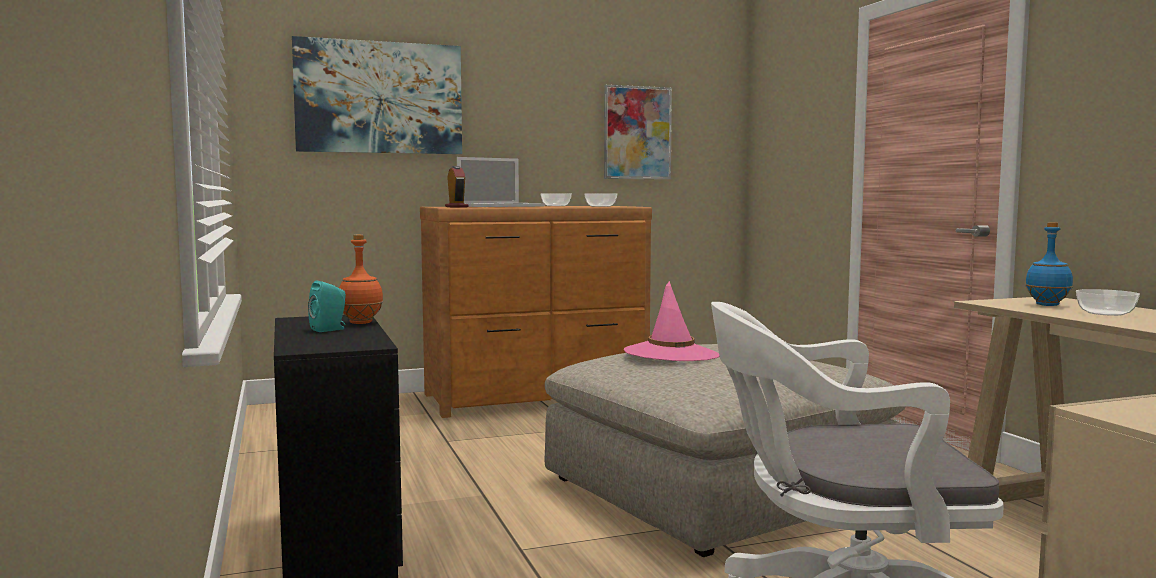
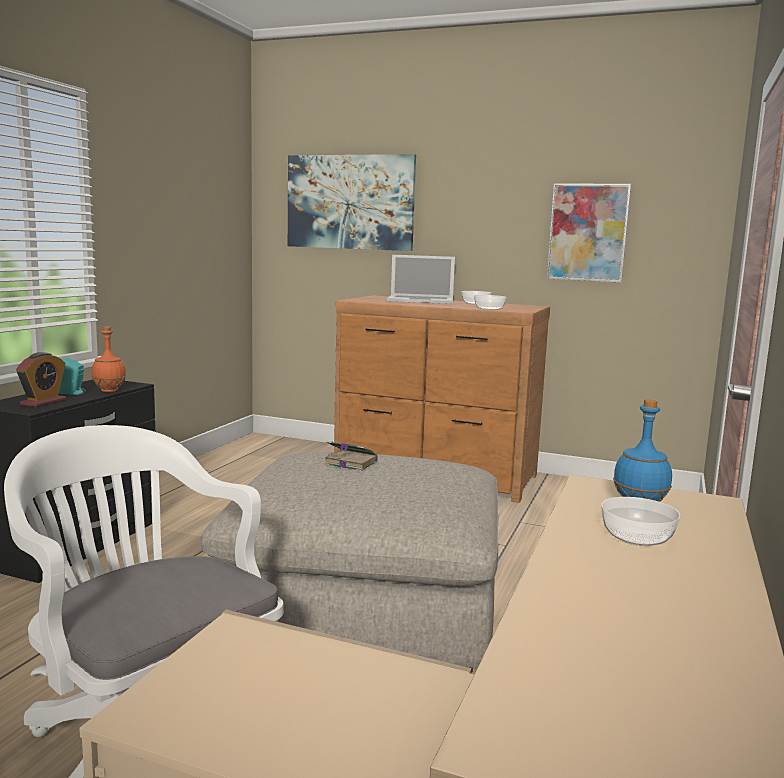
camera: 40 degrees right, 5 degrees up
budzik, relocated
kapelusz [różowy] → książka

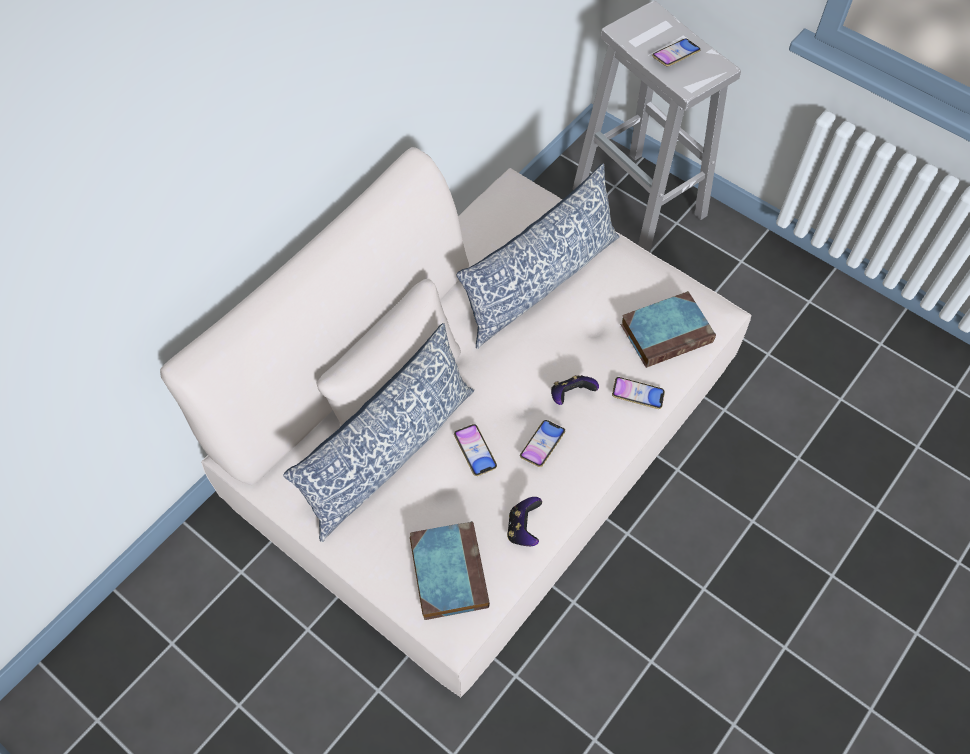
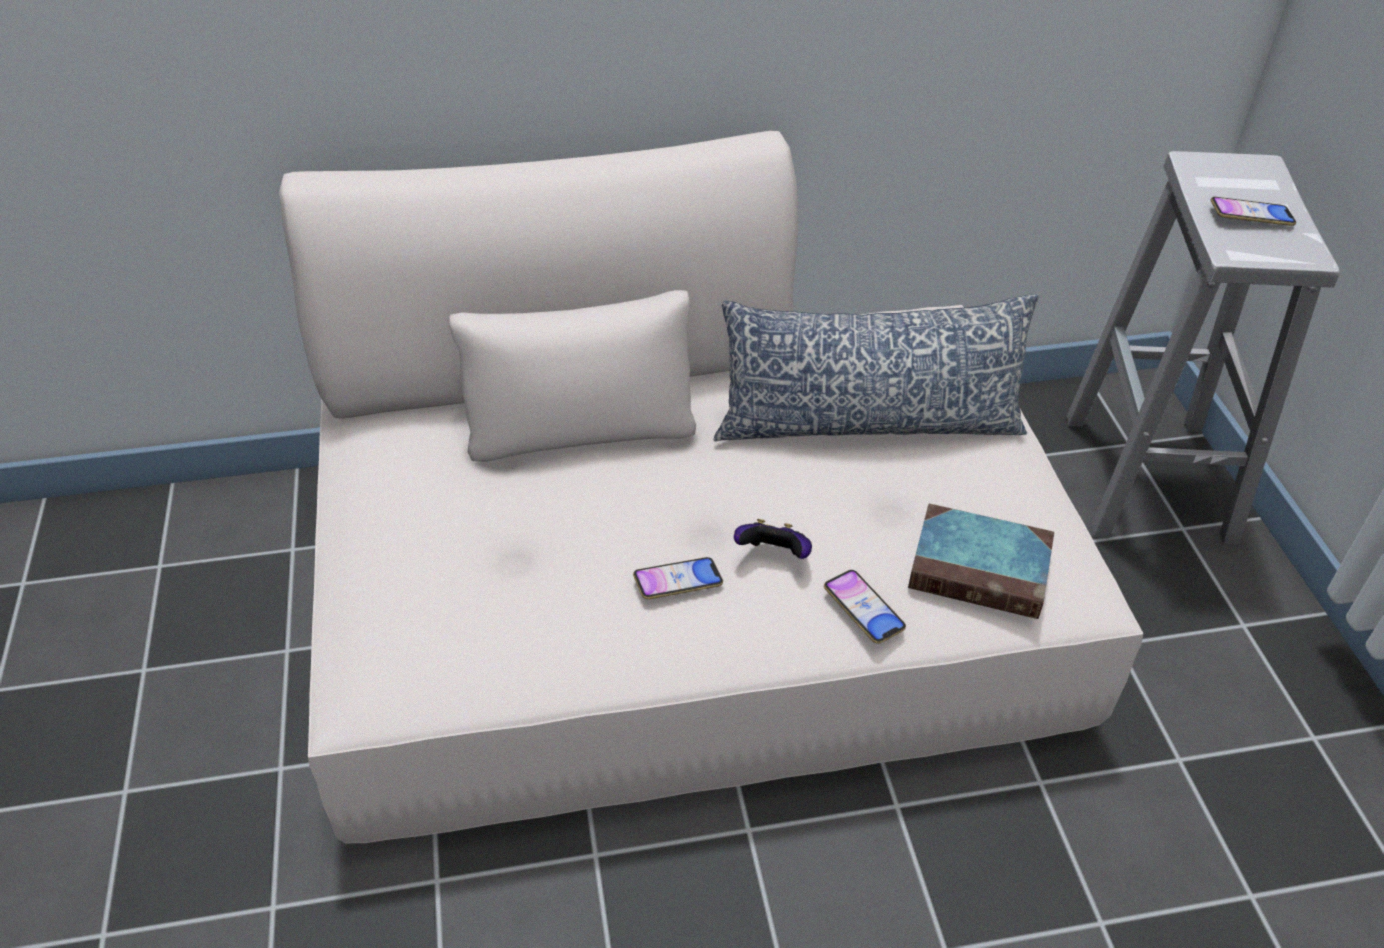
camera: 40 degrees right, 15 degrees down
poduszka (no. 1 from left) → -
telefon (no. 1 from left) → -
pad do gier (no. 1 from left) → -
książka (no. 1 from left) → -

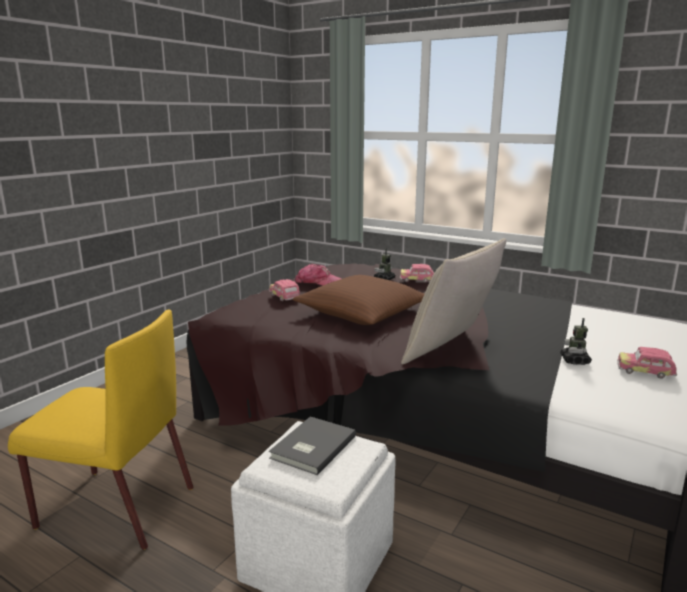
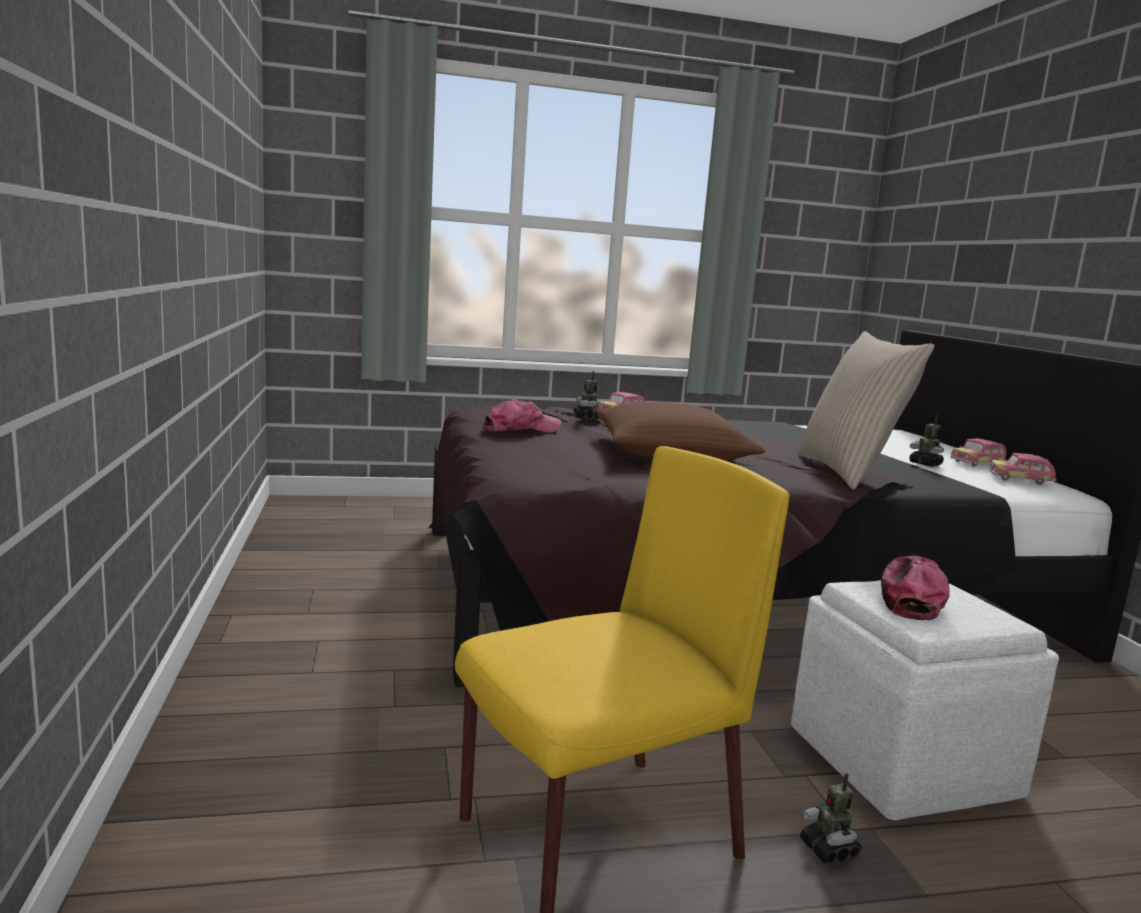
camera: 45 degrees left, 5 degrees down
samochodzik (no. 1 from left in the first image) → samochodzik (no. 3 from left), relocated
książka [szary] → czapka z daszkiem (no. 2 from left)
- → robot zabawkowy (no. 2 from left)

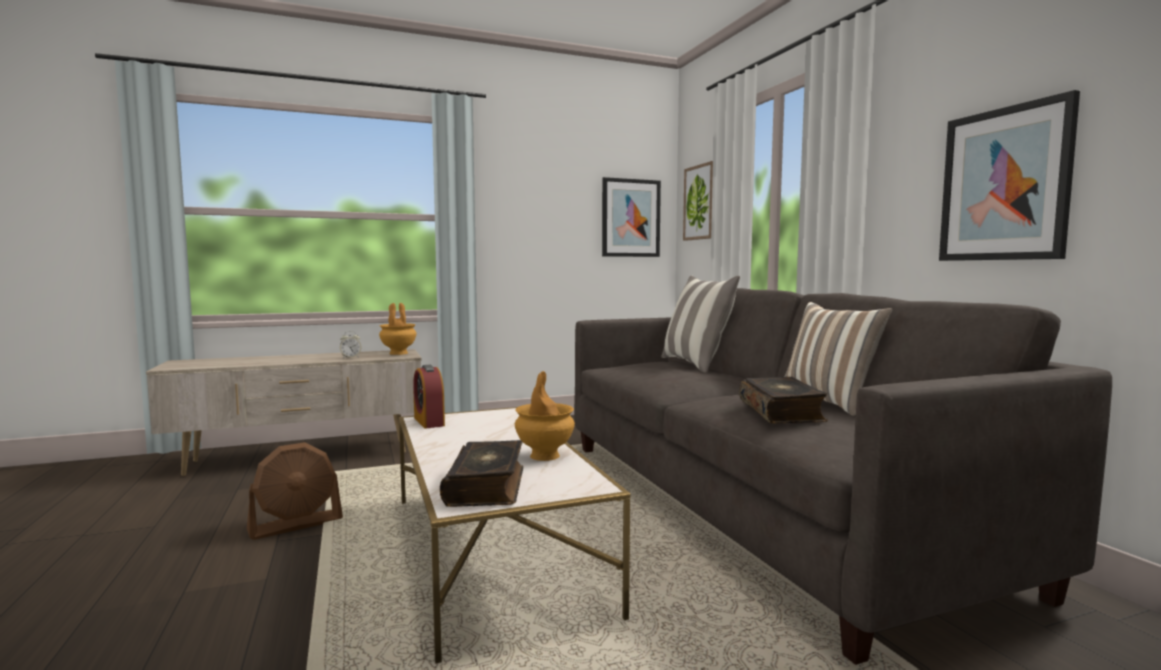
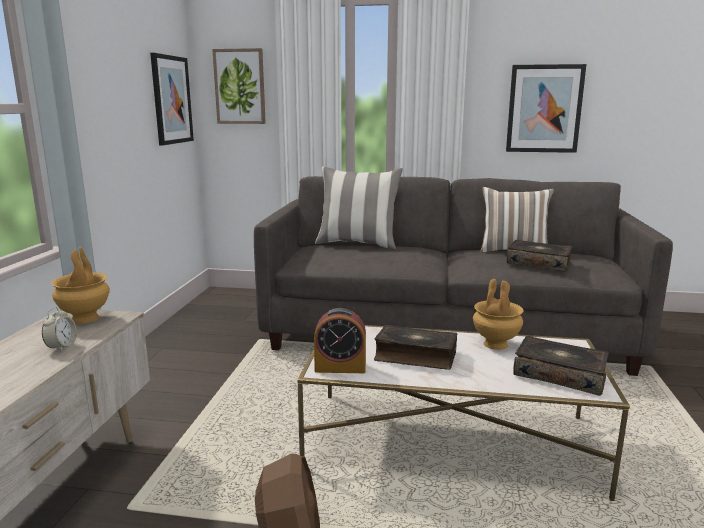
camera: 60 degrees left, 10 degrees up
- → książka (no. 1 from left)

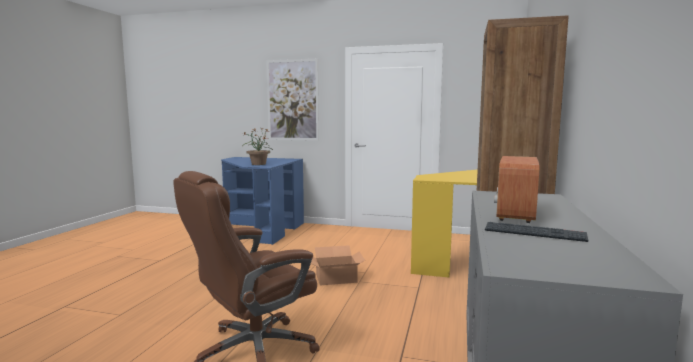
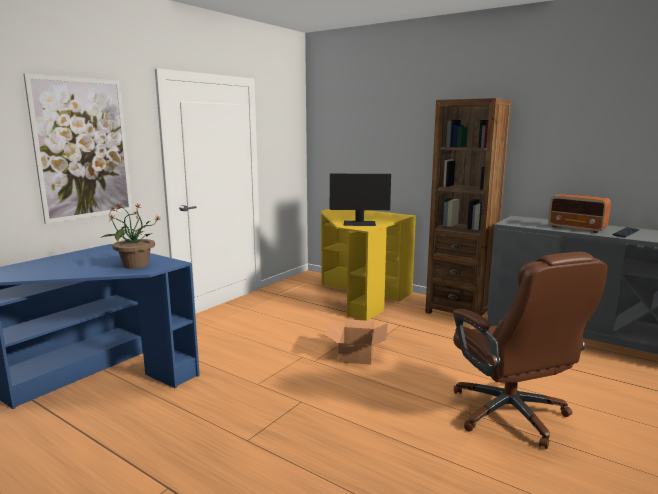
camera: 70 degrees left, 5 degrees up
- → monitor

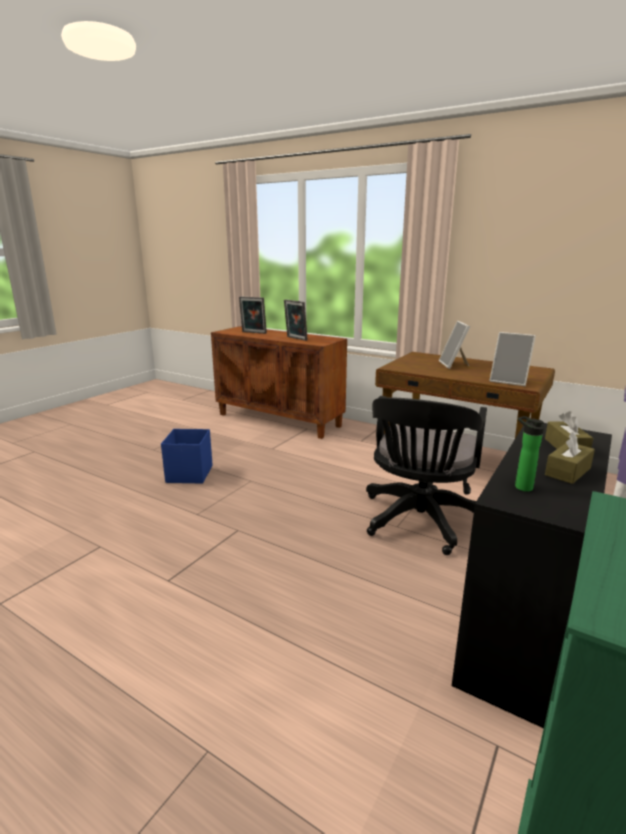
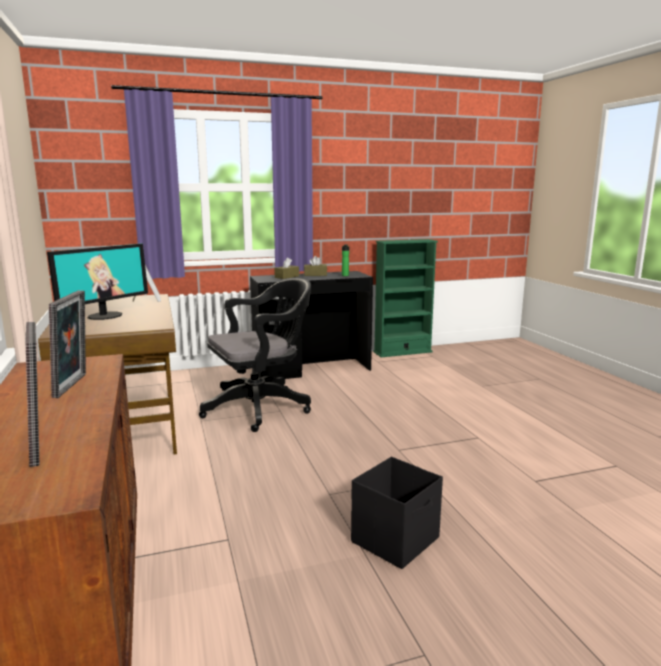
camera: 140 degrees left, 5 degrees down
ramka na zdjęcie (no. 3 from left) → monitor
pojemnik do przechowywania [niebieski] → pojemnik do przechowywania [czarny]

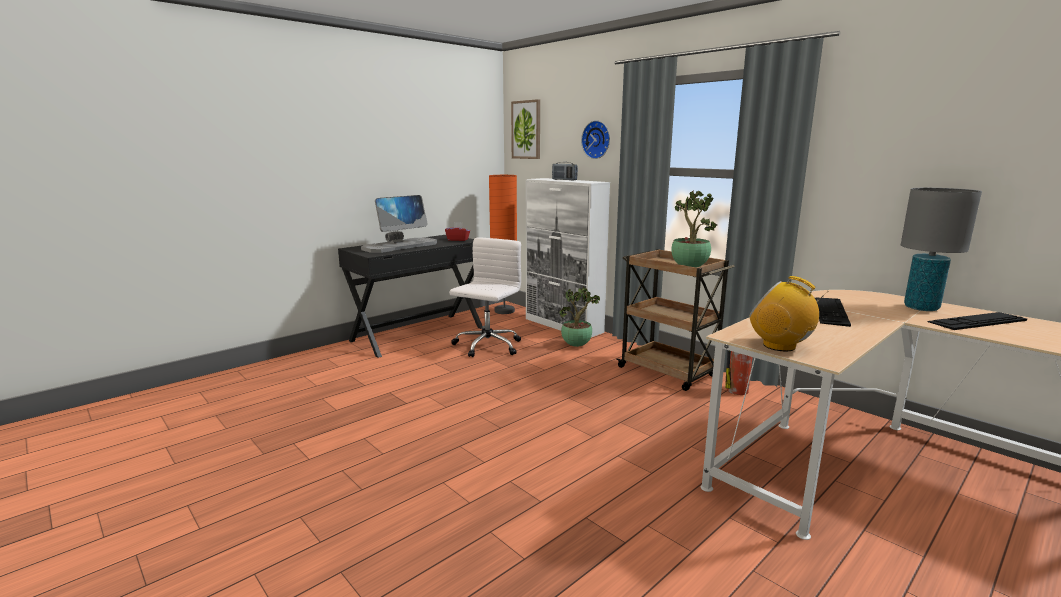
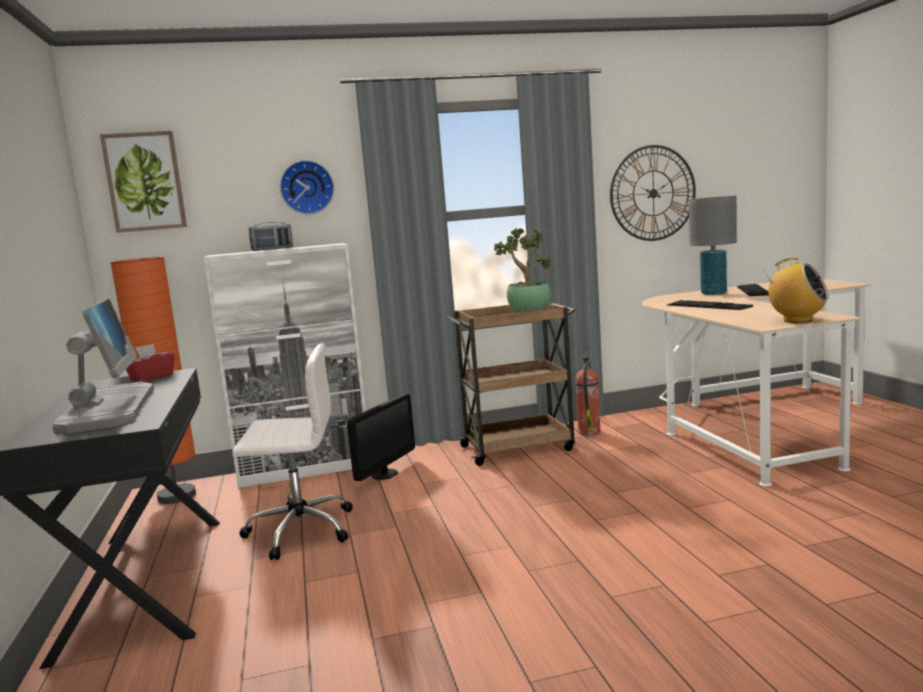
camera: 60 degrees left, 5 degrees down
krzesło biurowe [biały], 120 degrees clockwise
radio (no. 2 from left), 120 degrees counterclockwise
roślina doniczkowa (no. 1 from left) → monitor (no. 2 from left)
- → zegar ścienny (no. 2 from left)

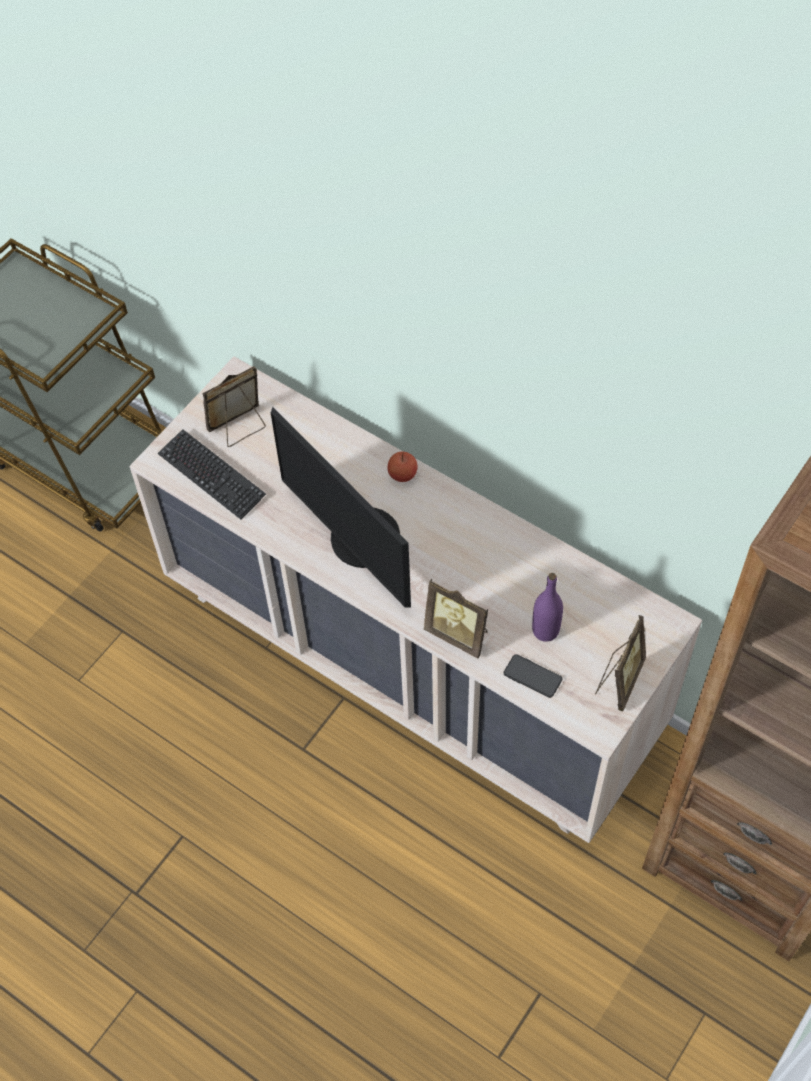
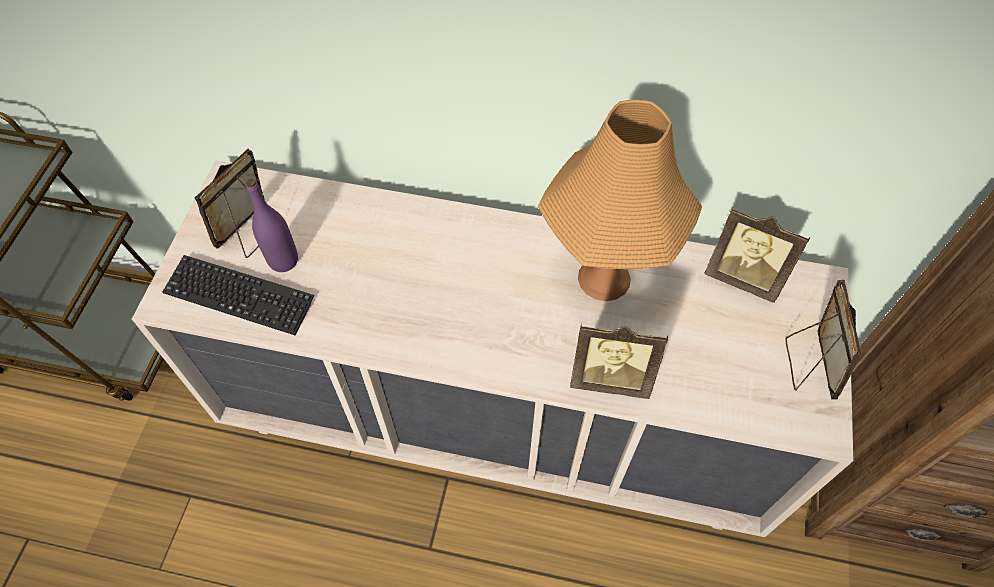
camera: 25 degrees left, 0 degrees up
monitor → -
jabłko → -
butelka [fioletowy], relocated
telefon → -
- → lampa stołowa [pomarańczowy]
- → ramka na zdjęcie (no. 3 from left)

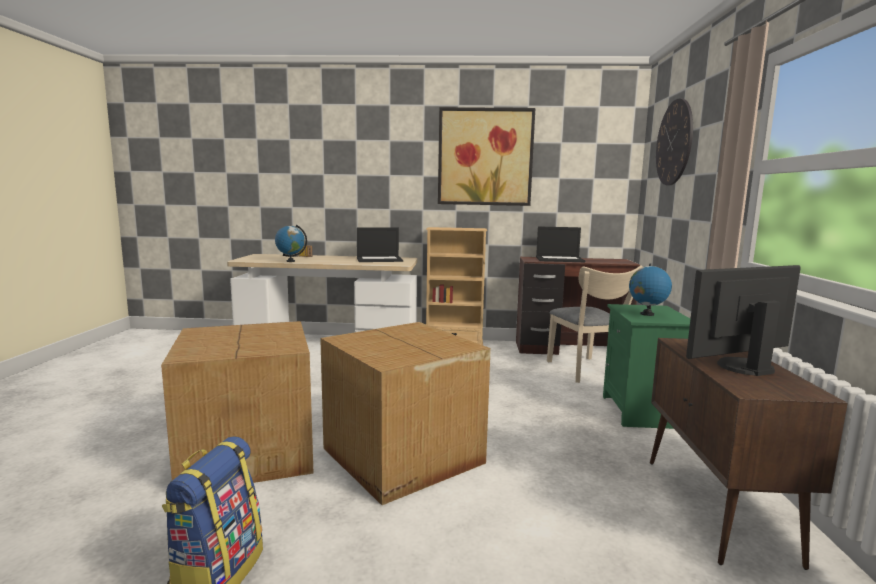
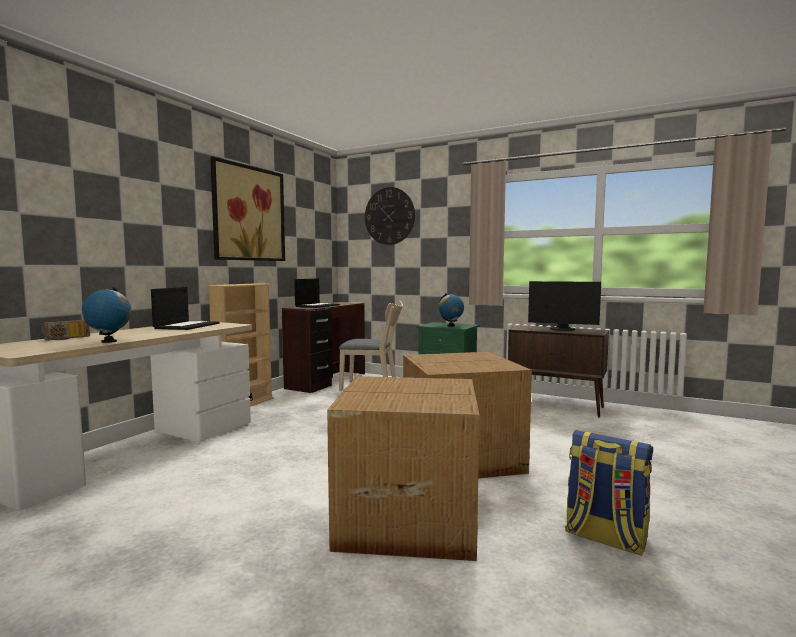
camera: 65 degrees left, 5 degrees down
monitor, 75 degrees counterclockwise

